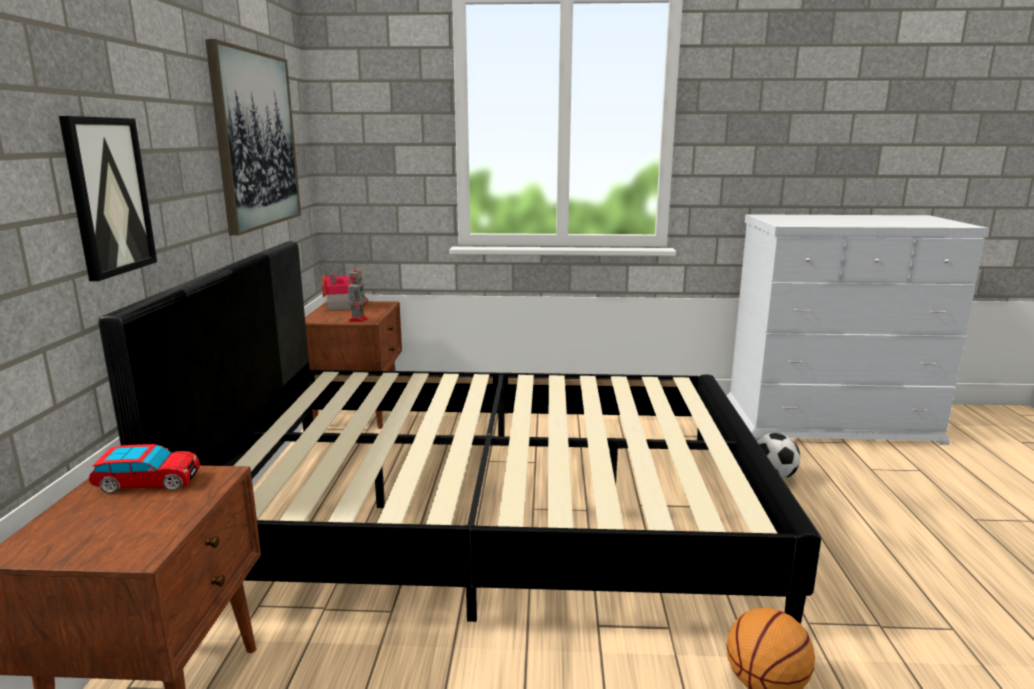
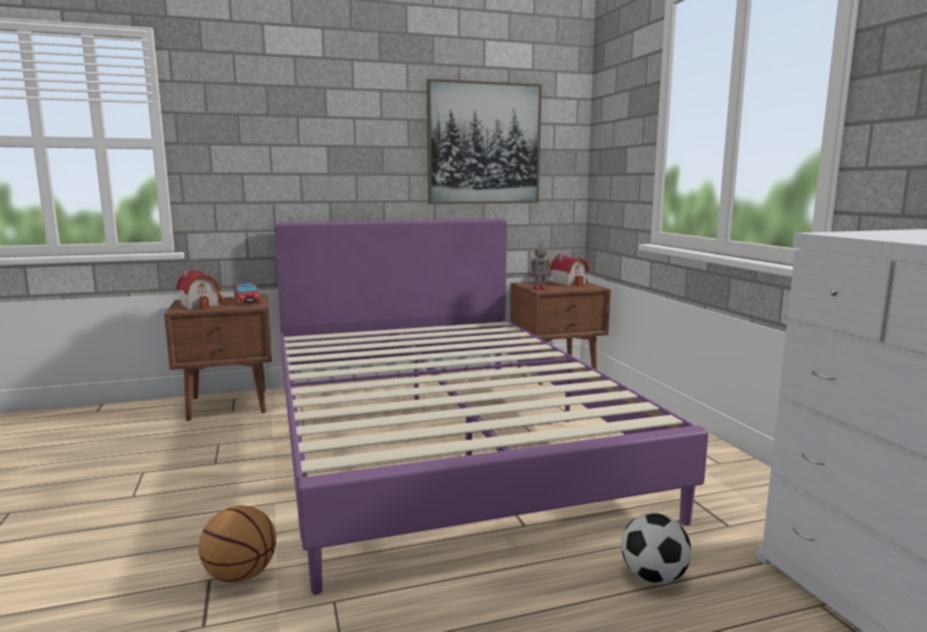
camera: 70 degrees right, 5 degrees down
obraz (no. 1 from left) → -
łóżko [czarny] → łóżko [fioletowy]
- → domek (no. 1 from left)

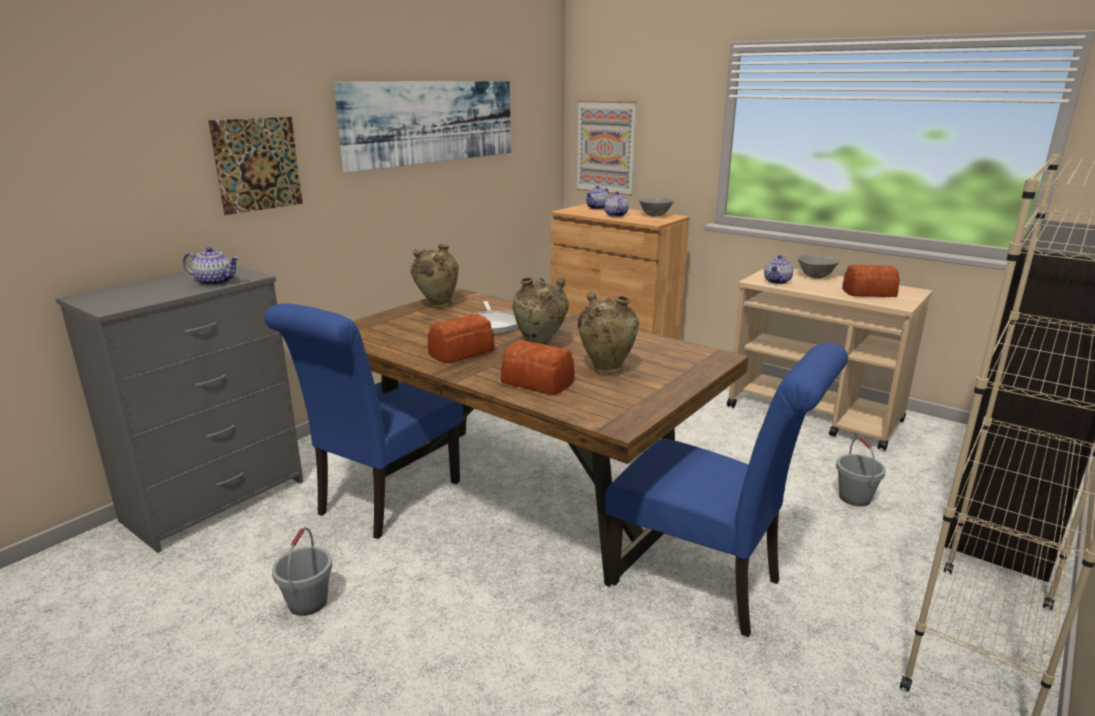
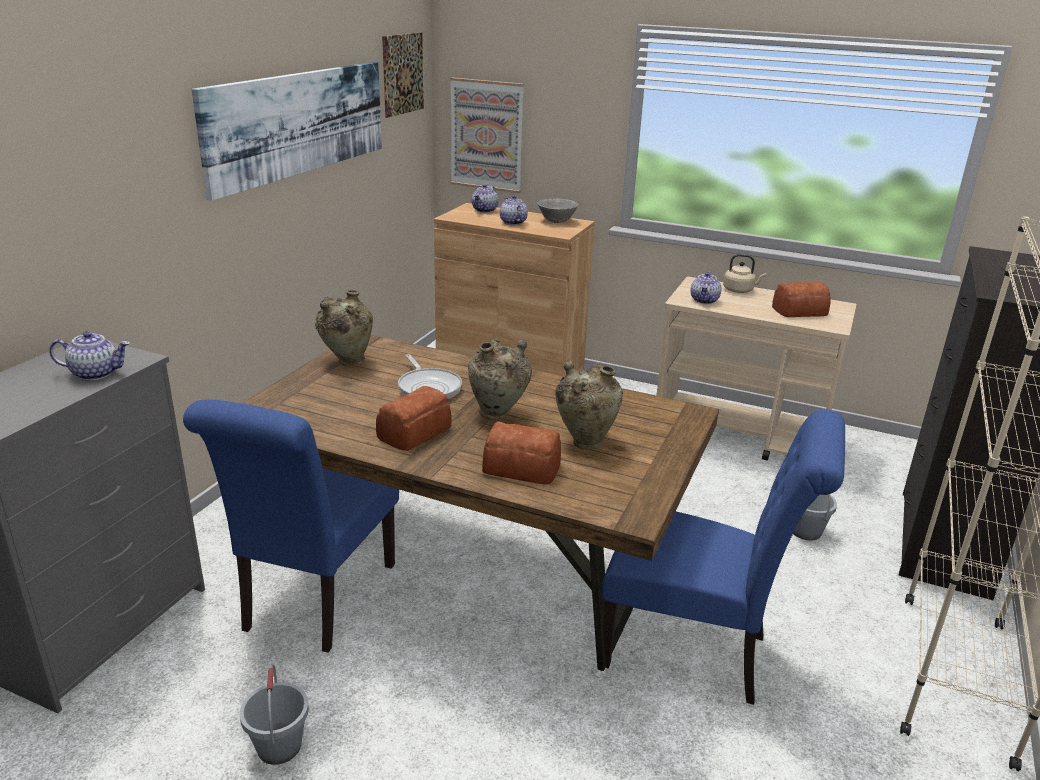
camera: 15 degrees left, 5 degrees up
obraz (no. 1 from left in the first image) → obraz (no. 2 from left), relocated
miska [szary] (no. 2 from left) → czajnik [beżowy]

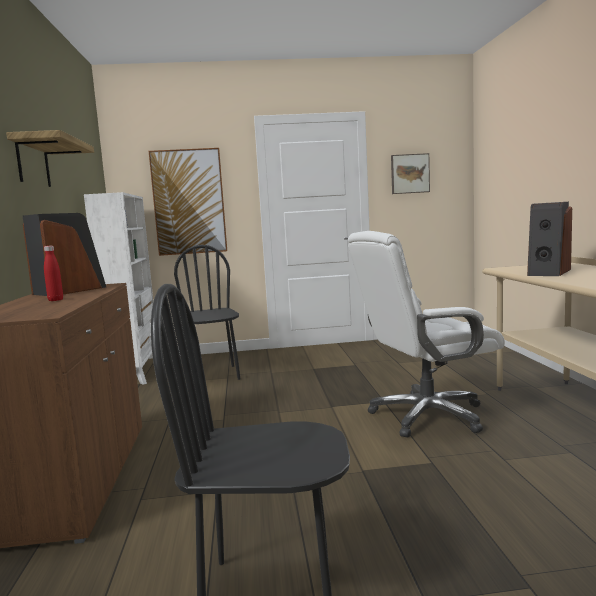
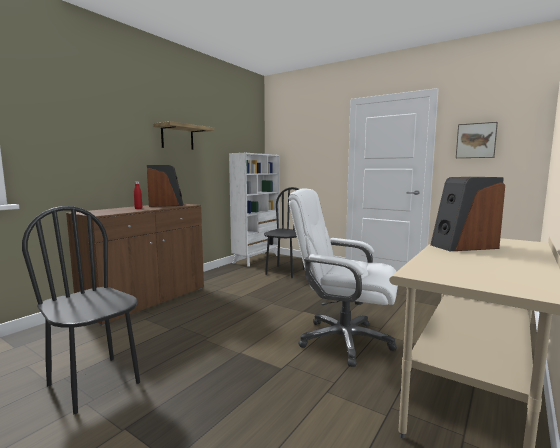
camera: 40 degrees right, 0 degrees up
obraz (no. 1 from left) → -

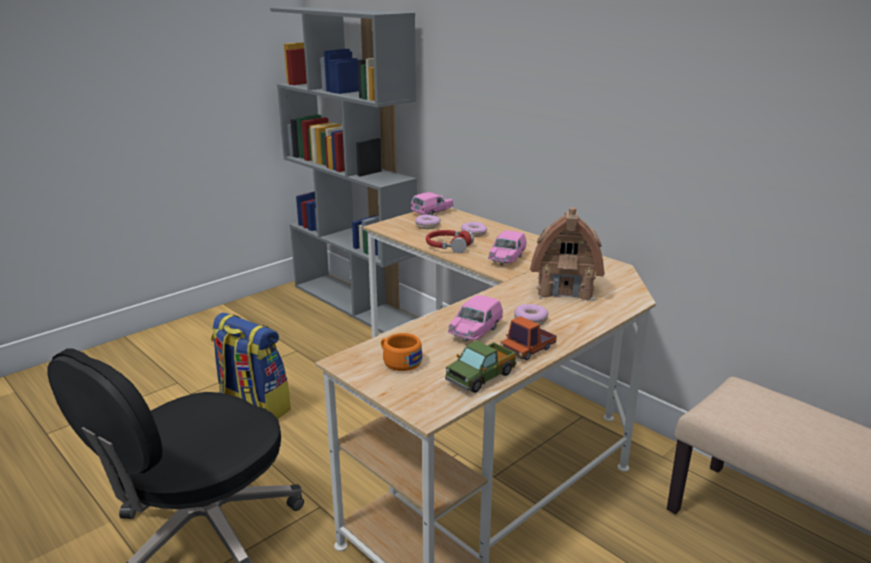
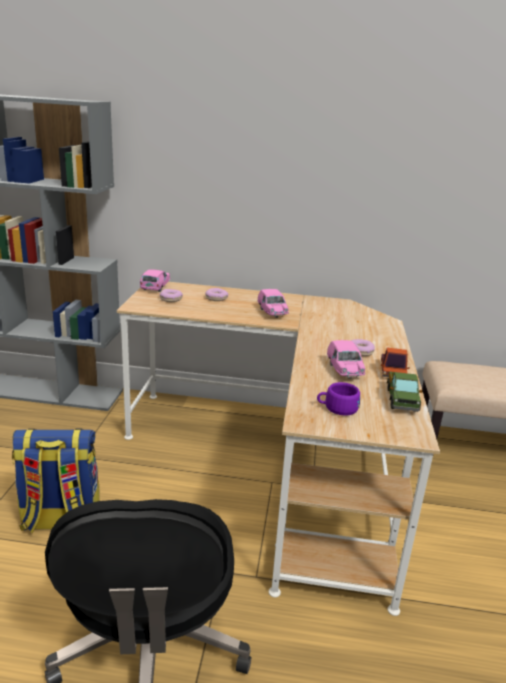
camera: 40 degrees left, 0 degrees up
domek → -
słuchawki [czerwony] → -
filiżanka [pomarańczowy] → filiżanka [fioletowy]

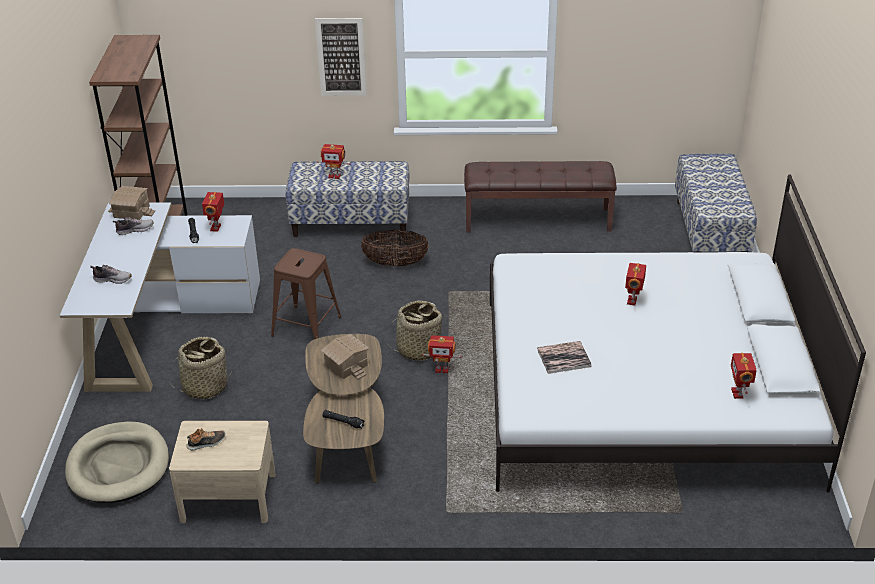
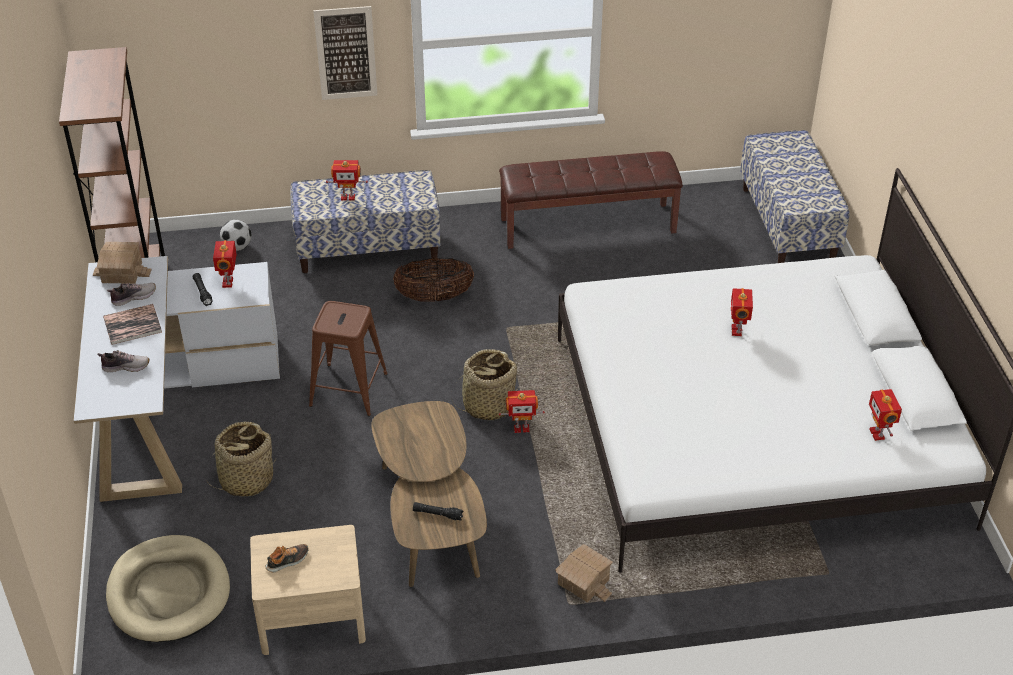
camera: 10 degrees left, 5 degrees up
domek (no. 2 from left), relocated
książka, relocated
- → piłka futbolowa

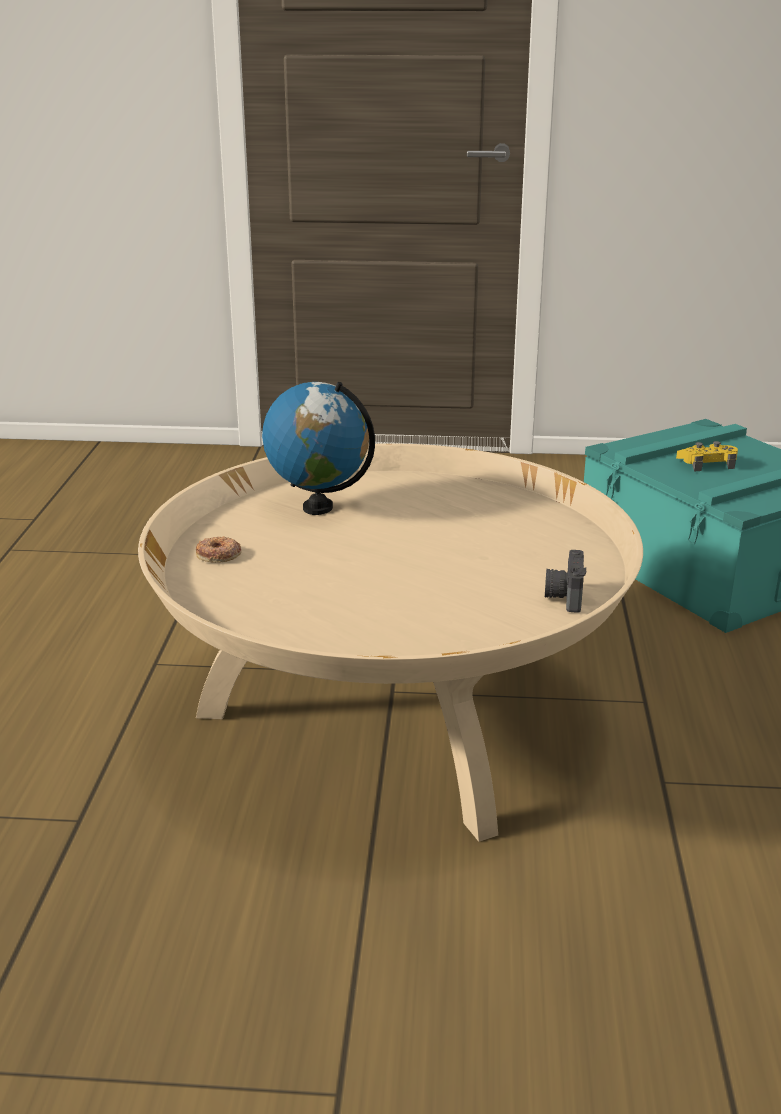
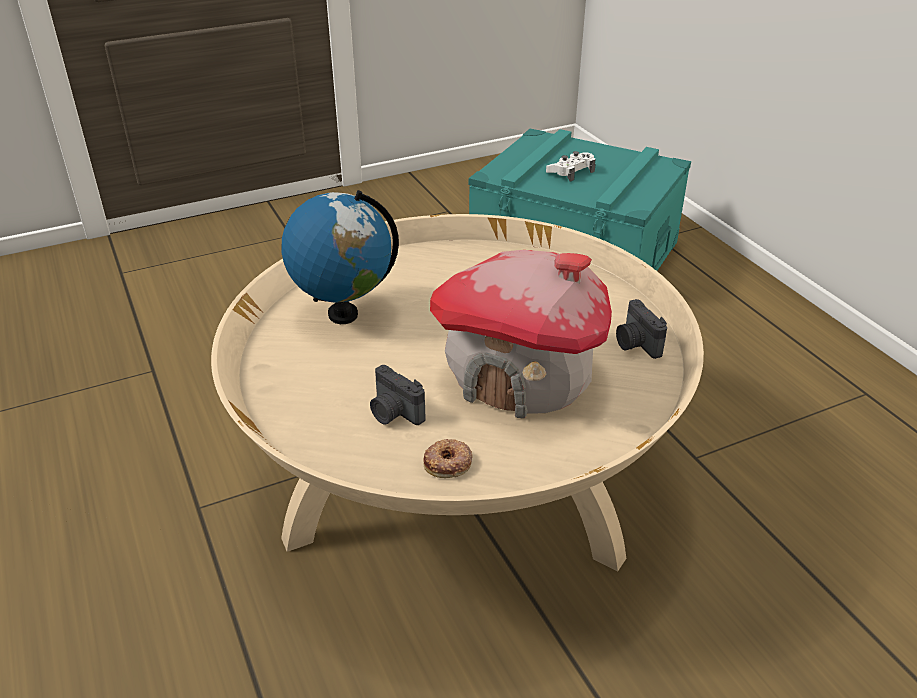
camera: 30 degrees left, 10 degrees up
pad do gier [żółty] → pad do gier [biały]
donut, relocated
- → domek
- → aparat fotograficzny (no. 1 from left)

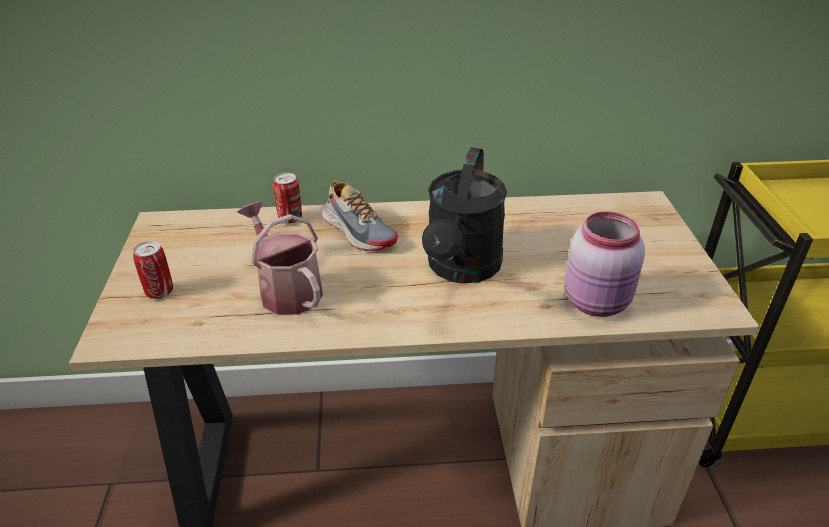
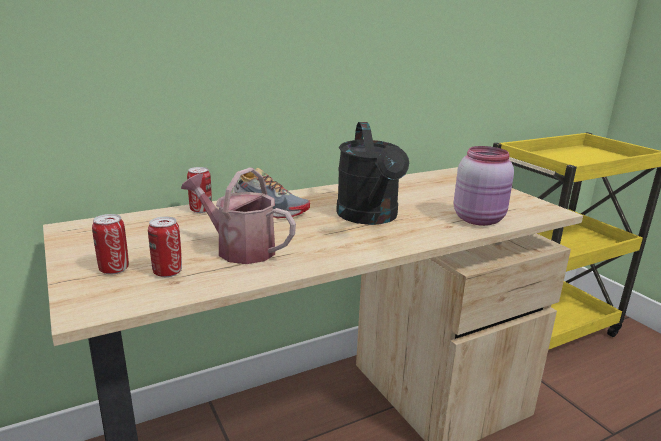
camera: 25 degrees left, 15 degrees down
- → puszka (no. 2 from left)

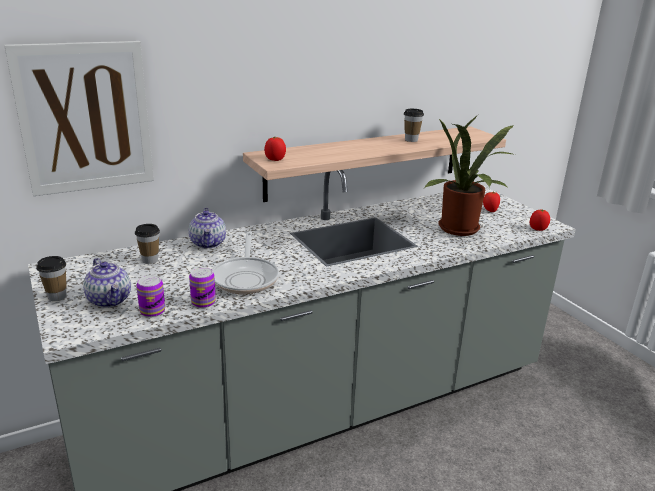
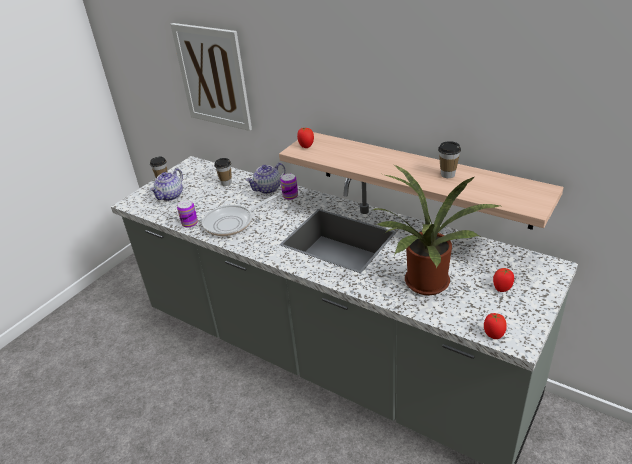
camera: 65 degrees right, 10 degrees up
puszka (no. 1 from left in the first image) → puszka (no. 2 from left), relocated

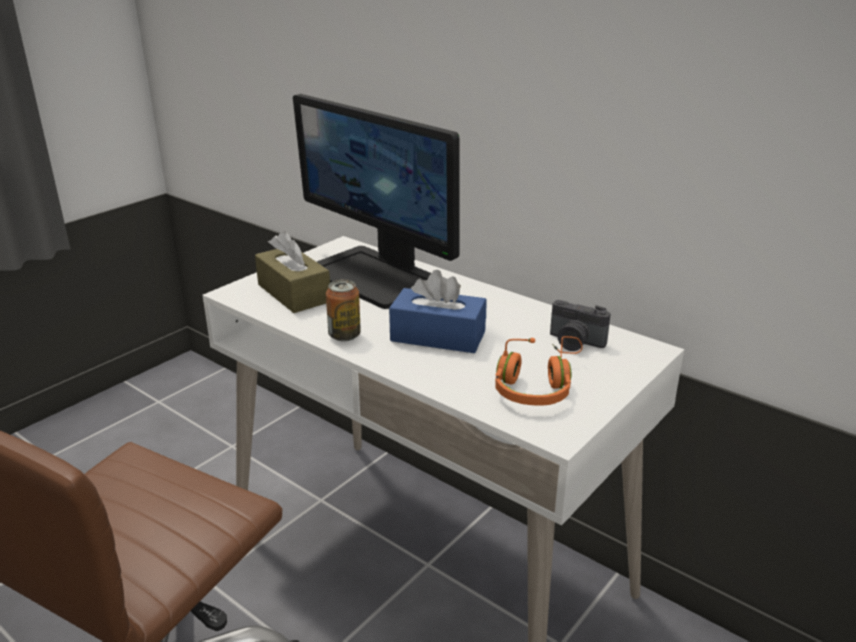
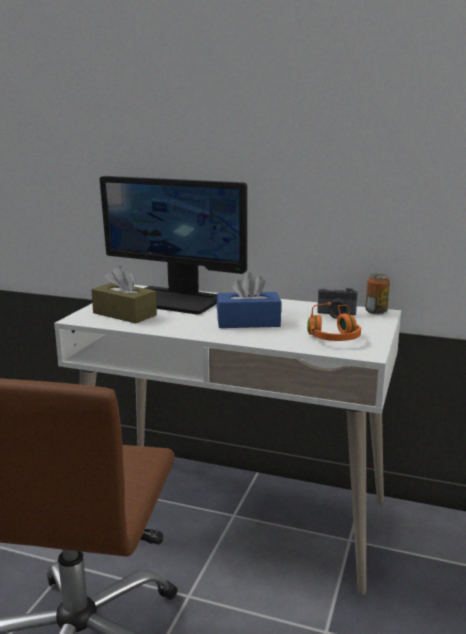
camera: 20 degrees left, 10 degrees down
puszka, relocated

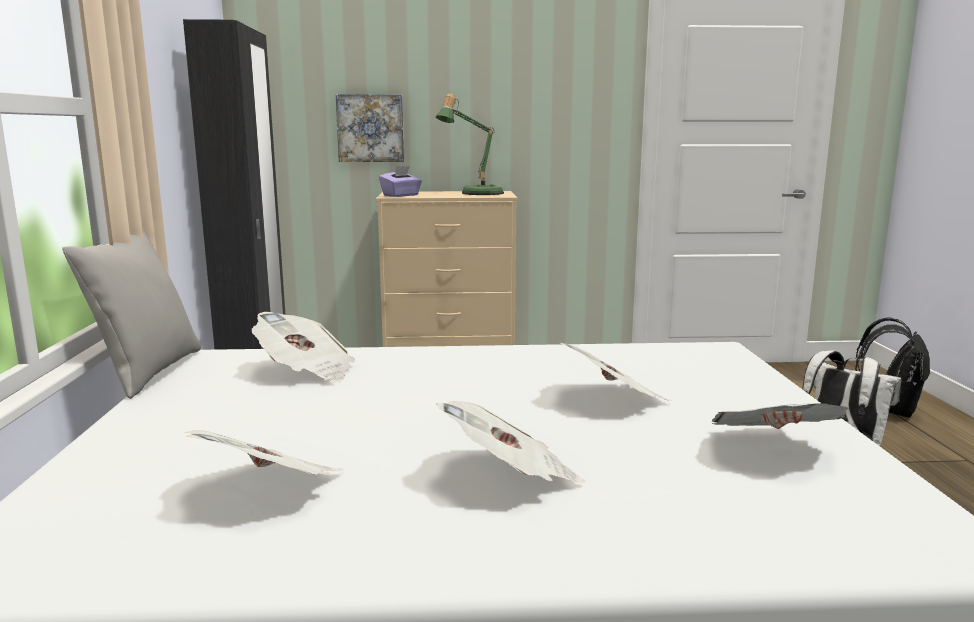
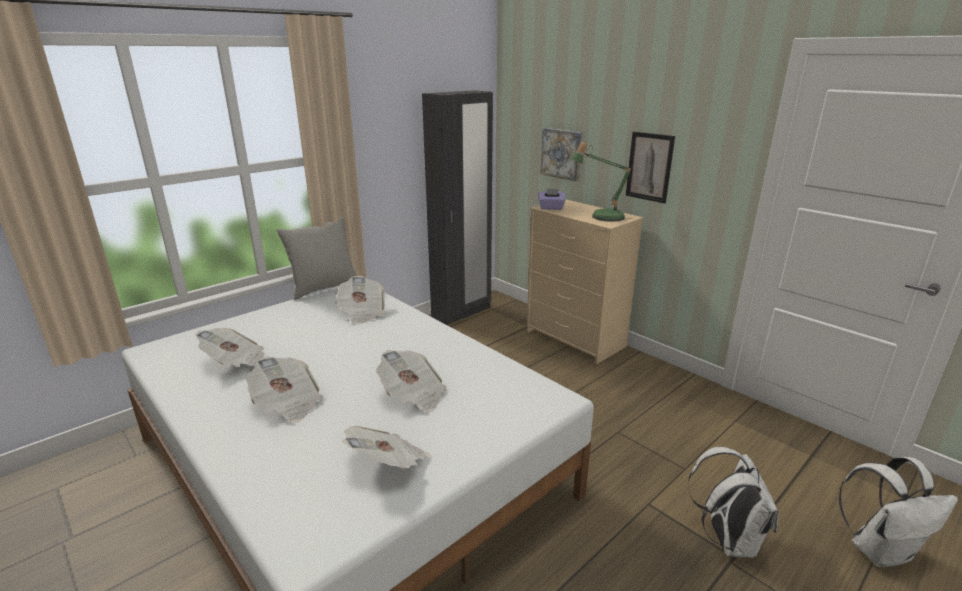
camera: 50 degrees right, 10 degrees up
plecak [czarny] → plecak [biały] (no. 2 from left)
- → obraz (no. 2 from left)

